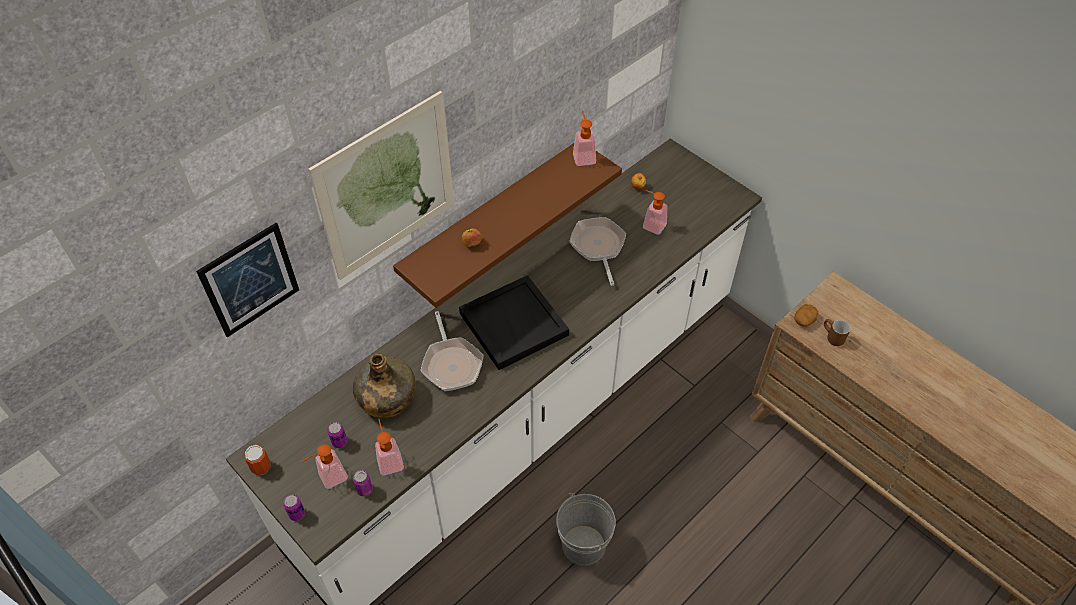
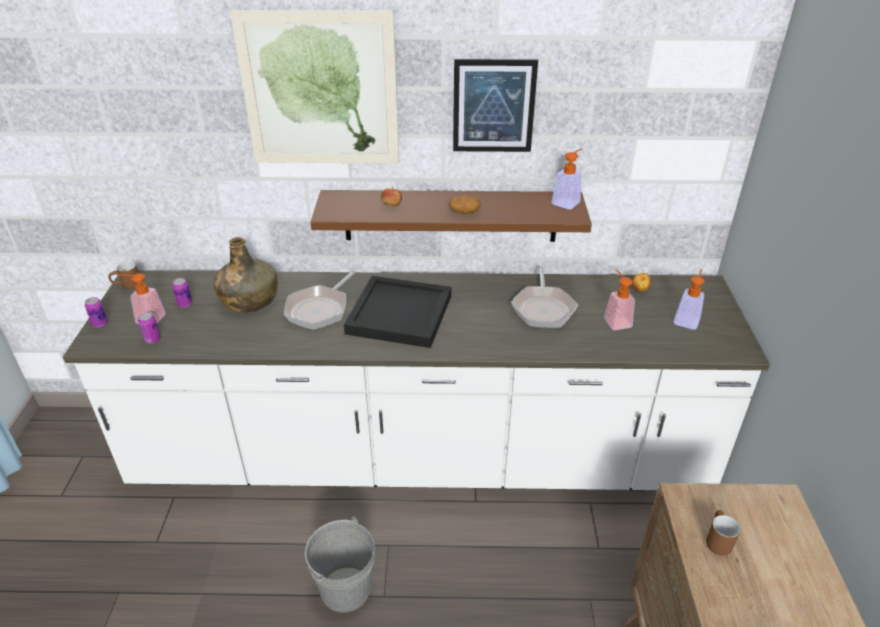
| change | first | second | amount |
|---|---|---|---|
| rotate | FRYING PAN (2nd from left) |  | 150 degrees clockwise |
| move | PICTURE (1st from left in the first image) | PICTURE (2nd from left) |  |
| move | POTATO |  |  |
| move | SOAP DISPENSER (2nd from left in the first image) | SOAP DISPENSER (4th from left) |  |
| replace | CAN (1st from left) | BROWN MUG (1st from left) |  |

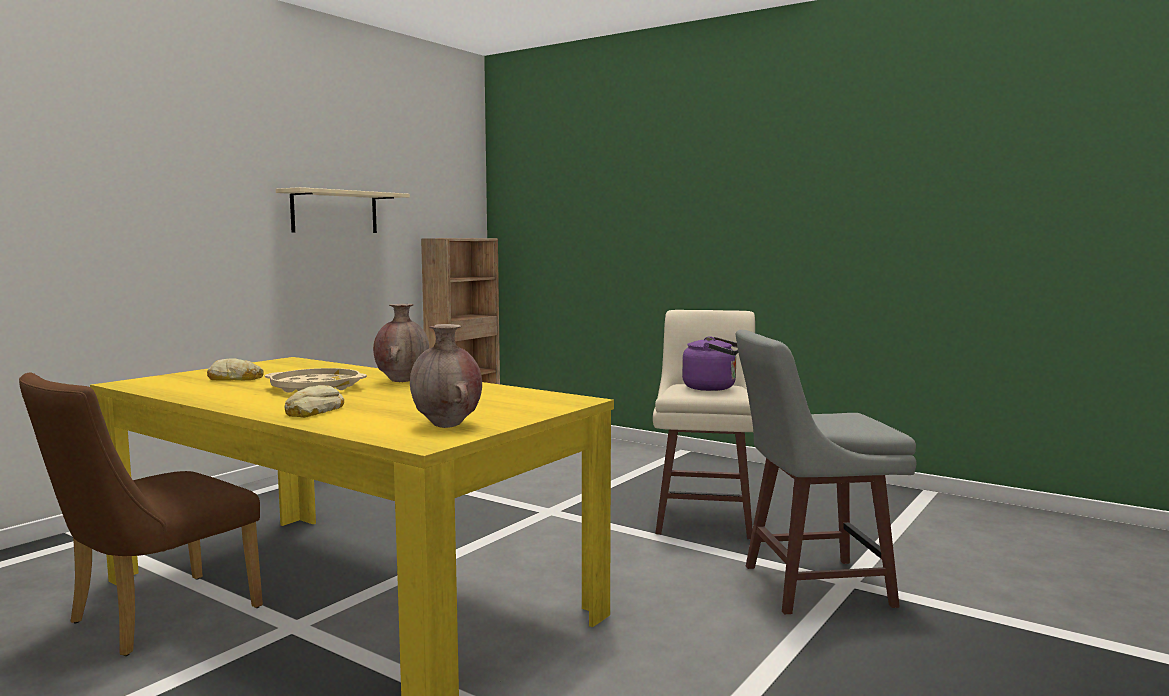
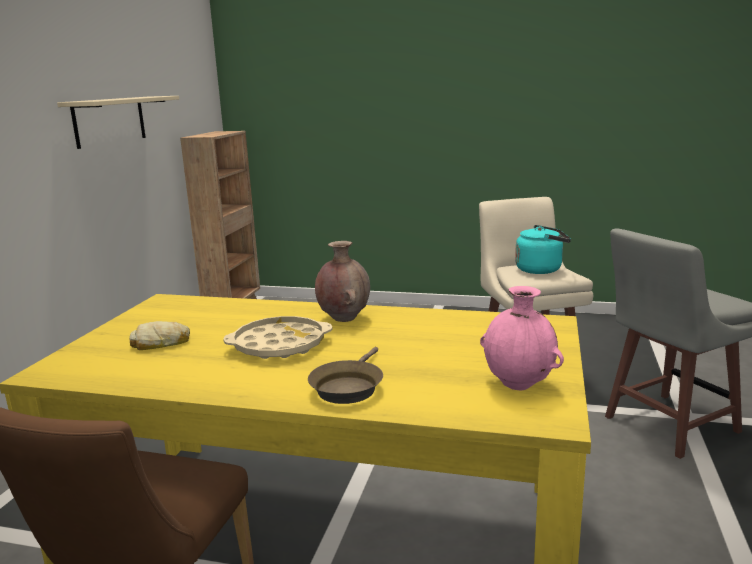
| change | first | second | amount |
|---|---|---|---|
| recolor | BROWN VASE (2nd from left) | PINK VASE |  |
| recolor | PURPLE KETTLE | TURQUOISE KETTLE |  |
| replace | BREAD (2nd from left) | BROWN FRYING PAN |  |

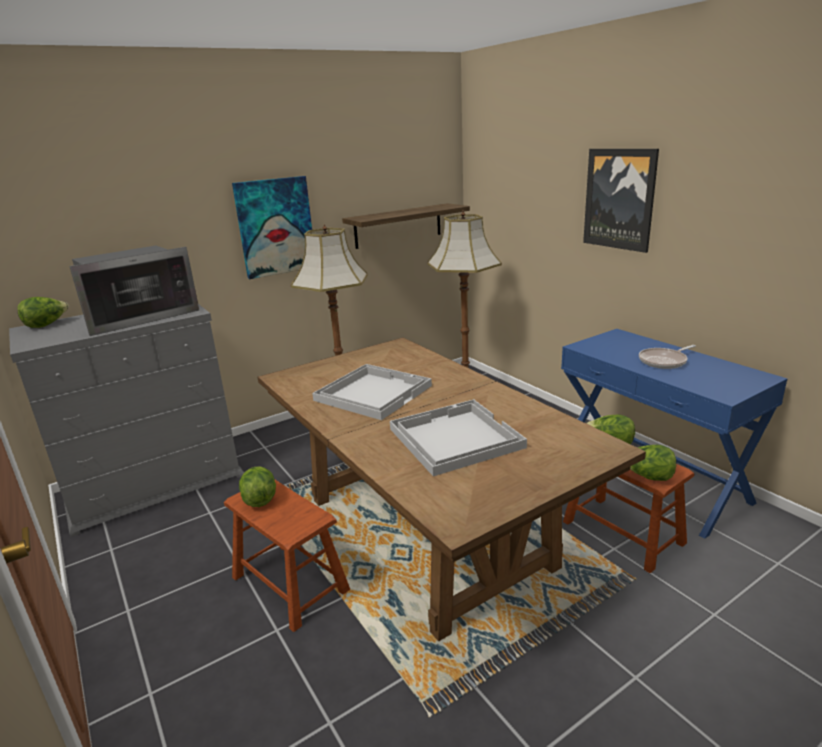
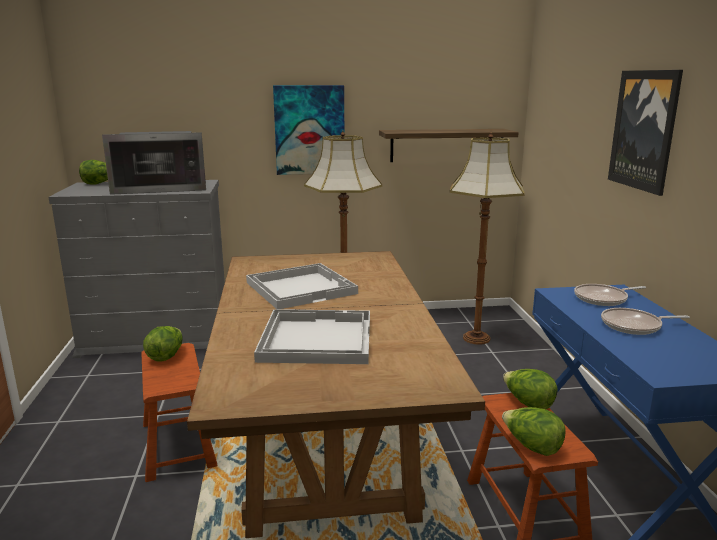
| change | first | second | amount |
|---|---|---|---|
| insert |  | FRYING PAN (1st from left) |  |

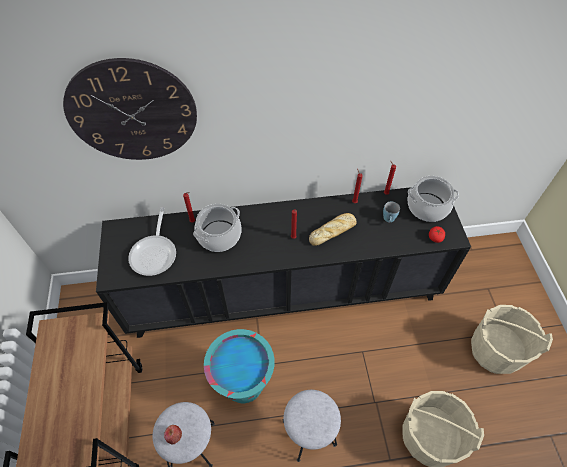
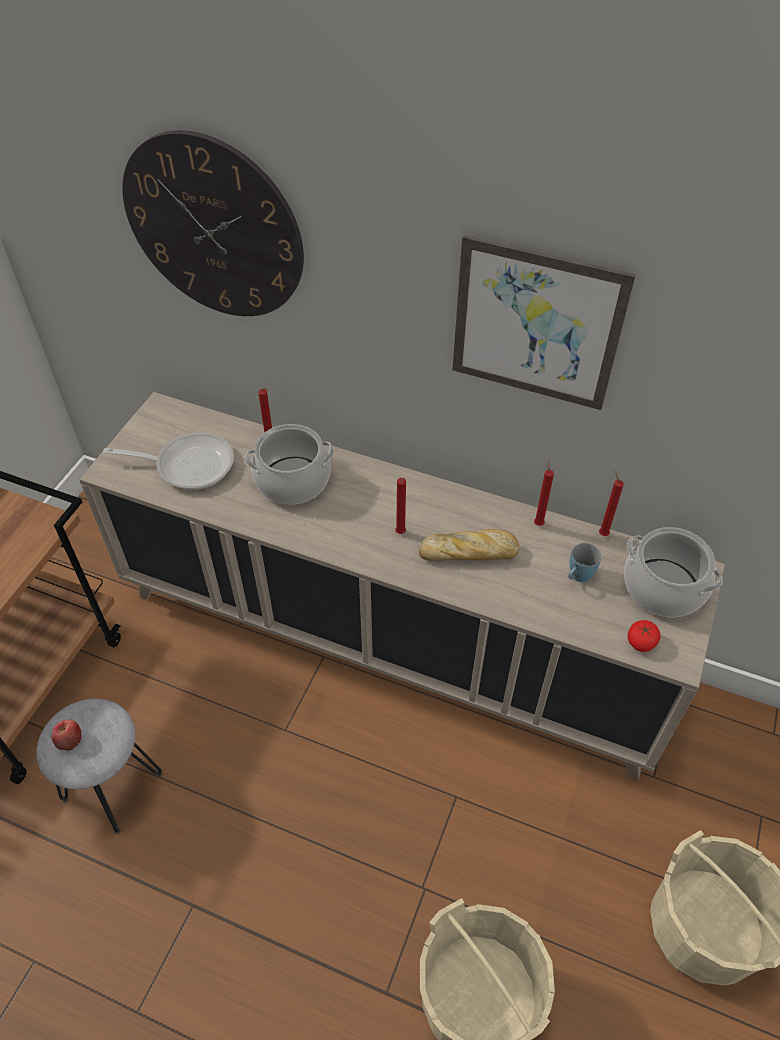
| change | first | second | amount |
|---|---|---|---|
| recolor | BLACK CABINET | BEIGE CABINET |  |
| rotate | FRYING PAN |  | 120 degrees counterclockwise |
| delete | TURQUOISE BUCKET |  |  |
| delete | GREY STOOL (2nd from left) |  |  |
| insert |  | PICTURE |  |

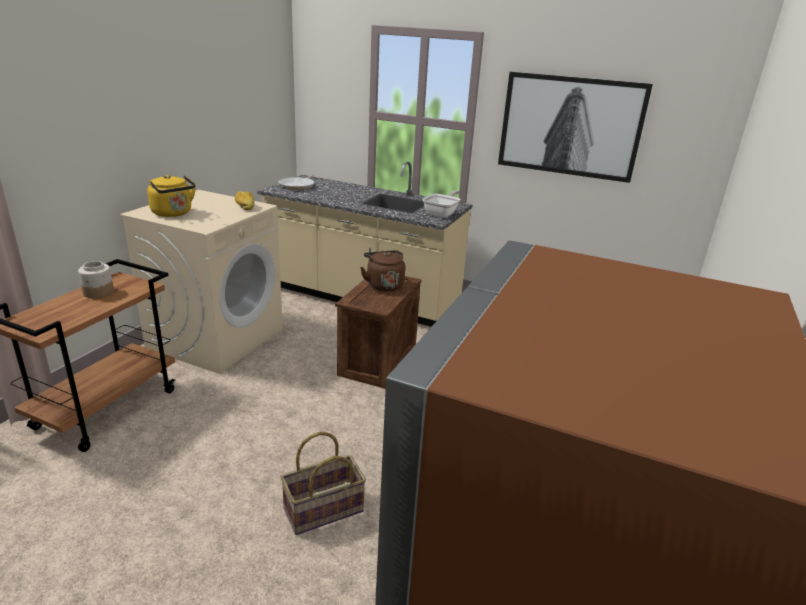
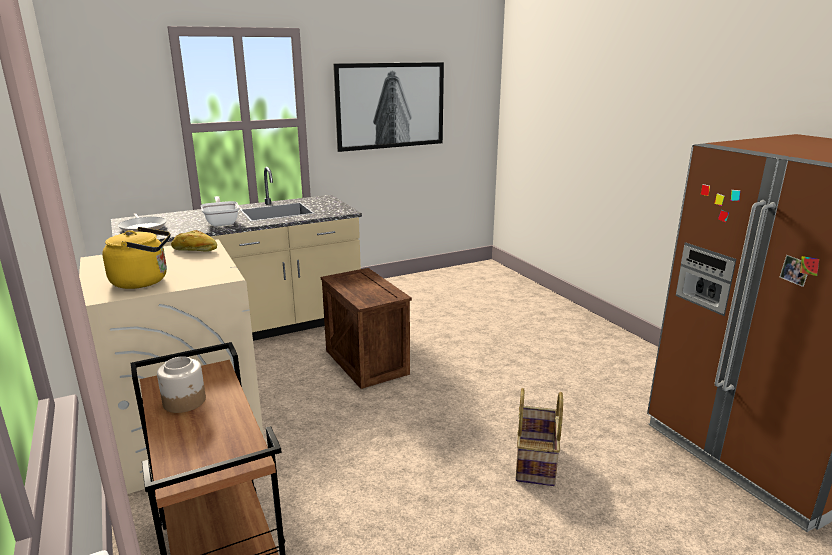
| change | first | second | amount |
|---|---|---|---|
| move | FRYING PAN (2nd from left) |  |  |
| delete | BROWN KETTLE |  |  |

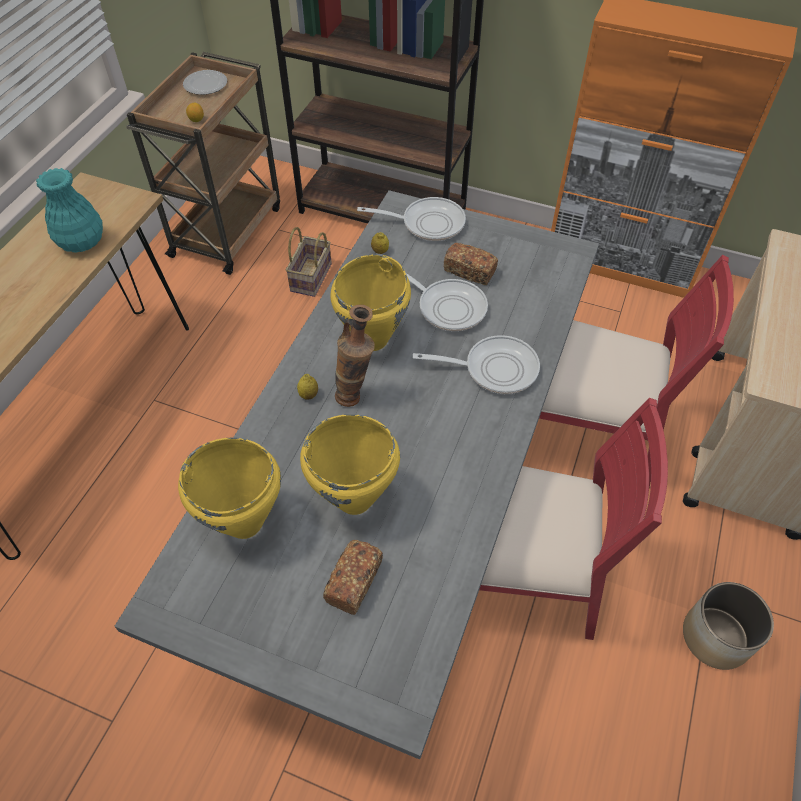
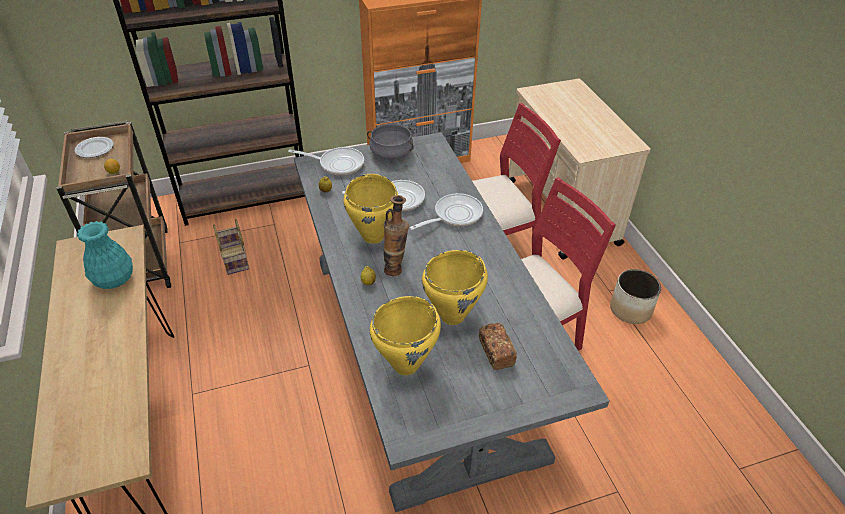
| change | first | second | amount |
|---|---|---|---|
| rotate | FRYING PAN (1st from left) |  | 45 degrees clockwise |
| delete | BREAD (2nd from left) |  |  |
| insert |  | GREY COOKING POT |  |

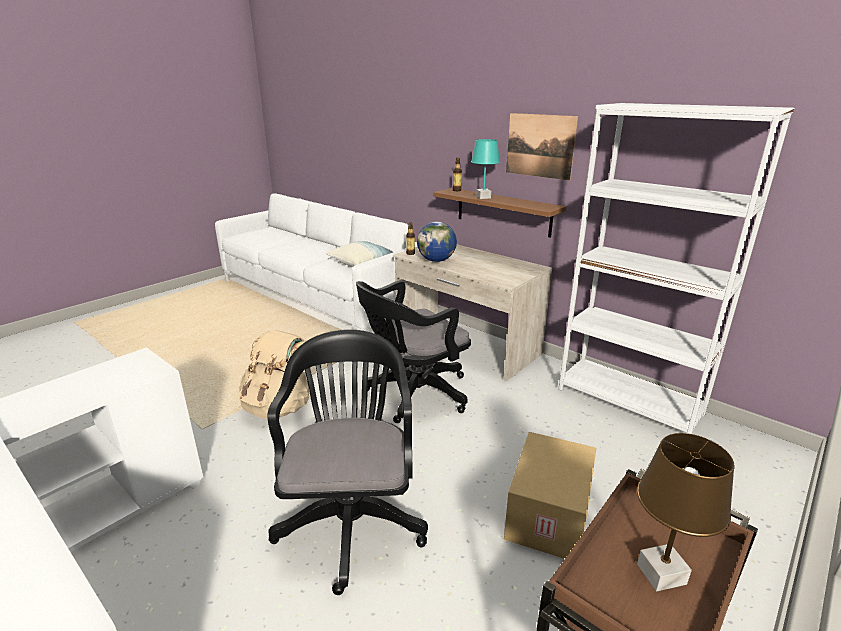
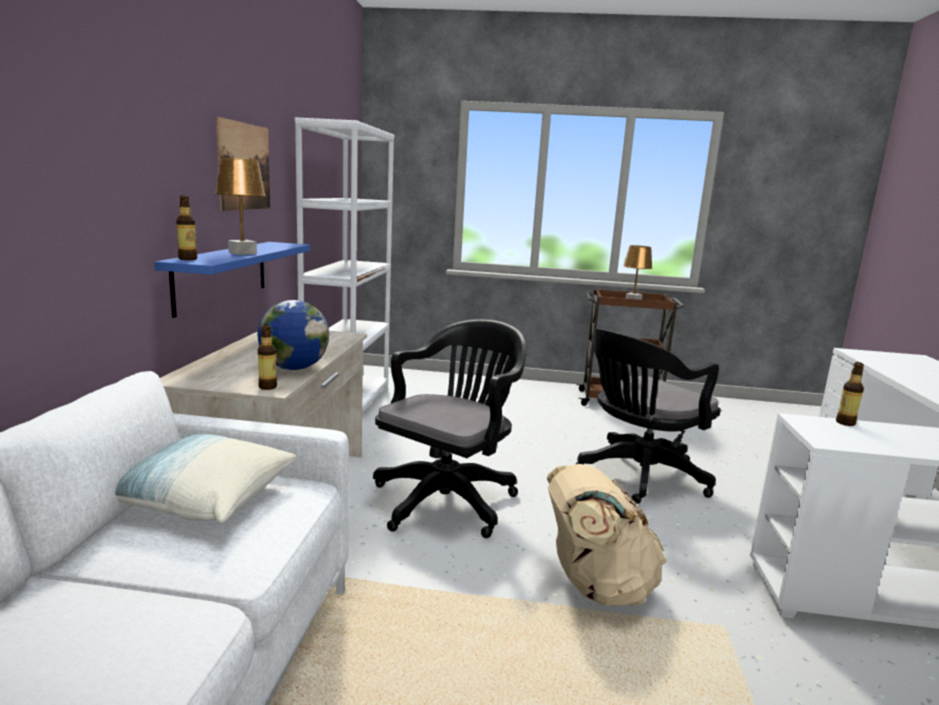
| change | first | second | amount |
|---|---|---|---|
| recolor | TURQUOISE TABLE LAMP | BROWN TABLE LAMP (1st from left) |  |
| recolor | BROWN SHELF | BLUE SHELF |  |
| rotate | BLACK OFFICE CHAIR (2nd from left in the first image) | BLACK OFFICE CHAIR (1st from left) | 75 degrees counterclockwise |
| delete | CARDBOARD BOX |  |  |
| insert |  | BOTTLE (3rd from left) |  |

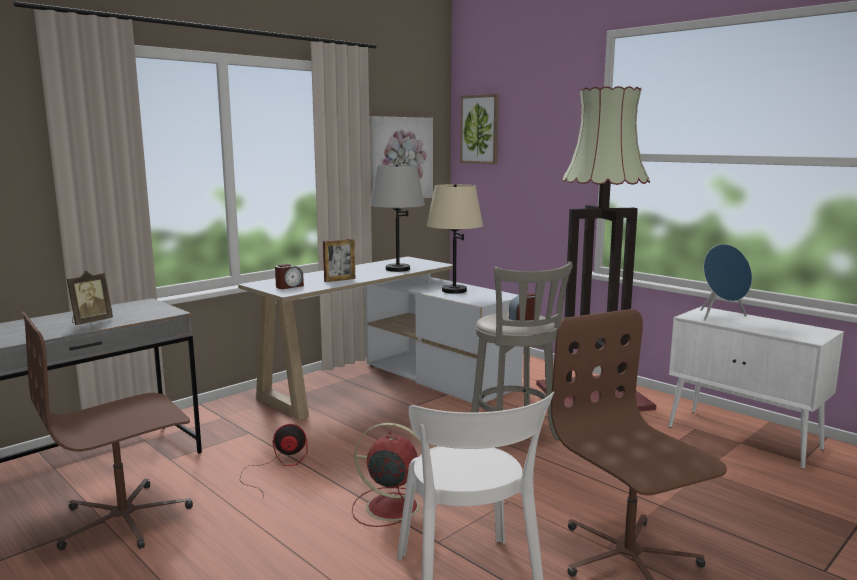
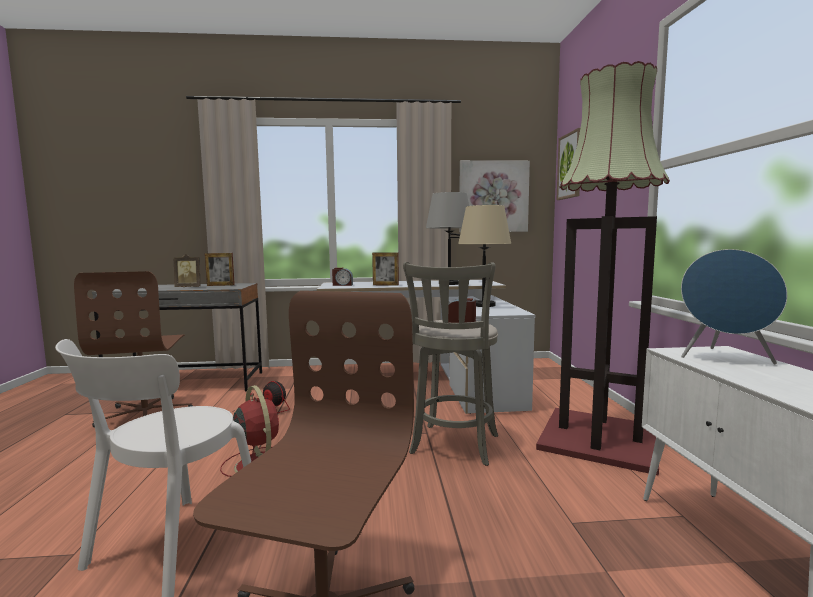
| change | first | second | amount |
|---|---|---|---|
| rotate | BROWN OFFICE CHAIR (1st from left) |  | 105 degrees counterclockwise |
| insert |  | PICTURE FRAME (2nd from left) |  |

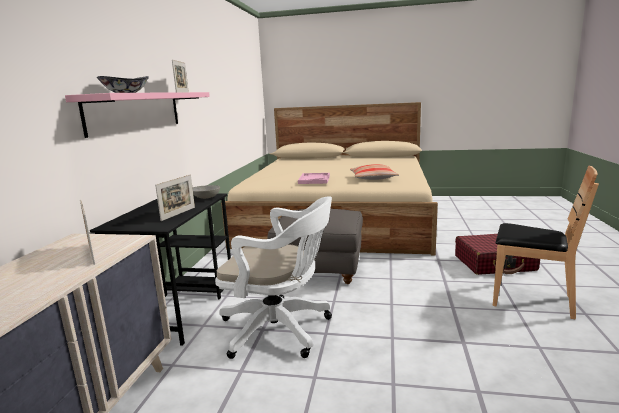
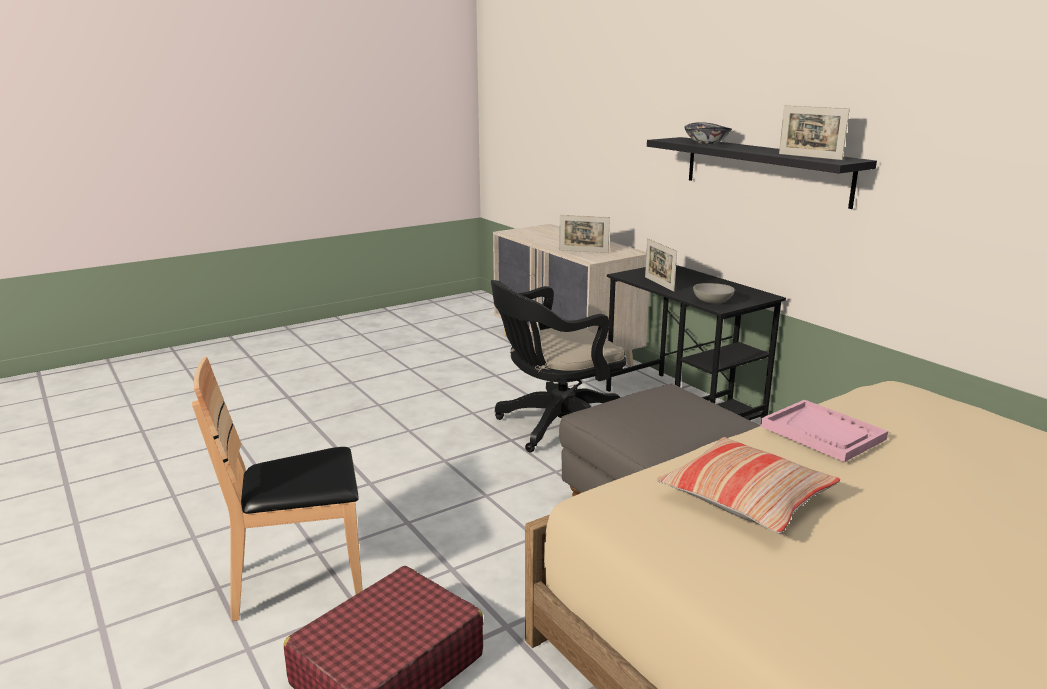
| change | first | second | amount |
|---|---|---|---|
| recolor | PINK SHELF | BLACK SHELF |  |
| recolor | WHITE OFFICE CHAIR | BLACK OFFICE CHAIR |  |

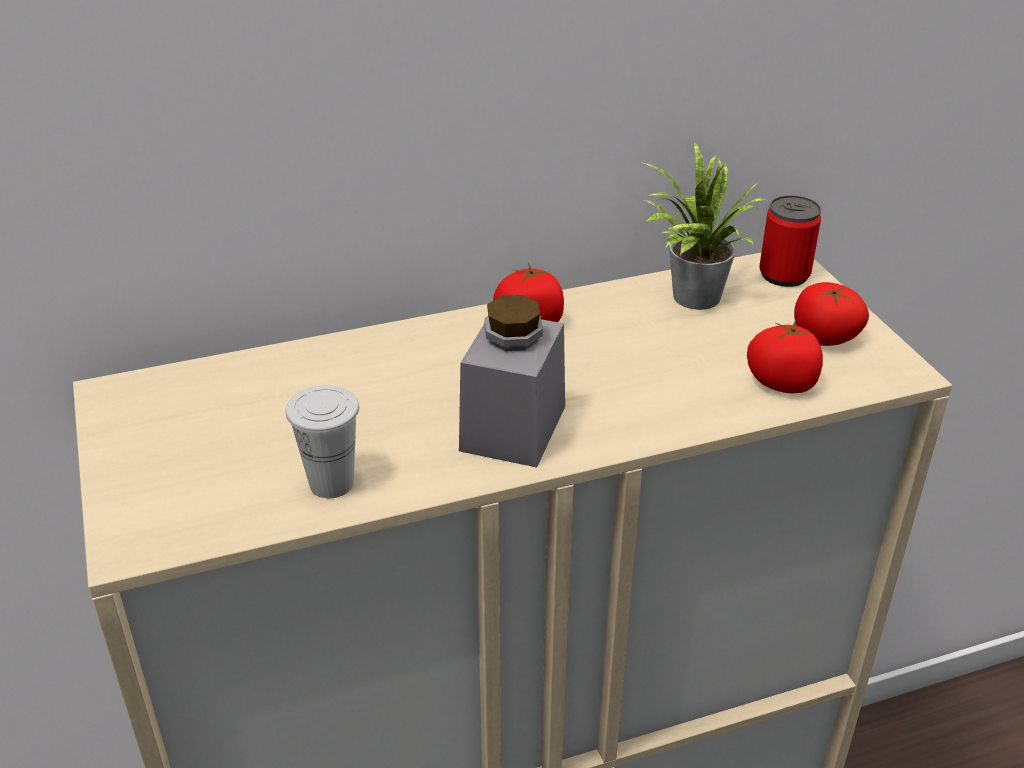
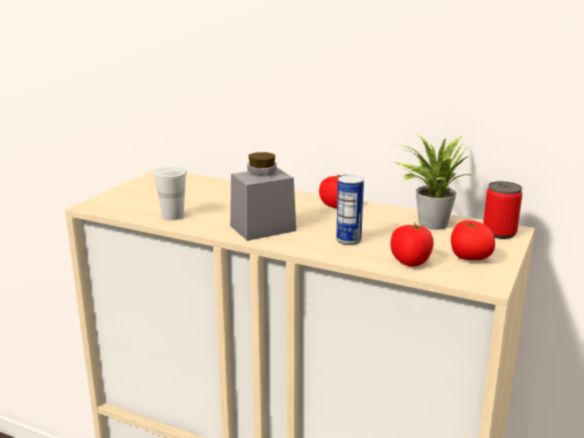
| change | first | second | amount |
|---|---|---|---|
| insert |  | CAN (1st from left) |  |

